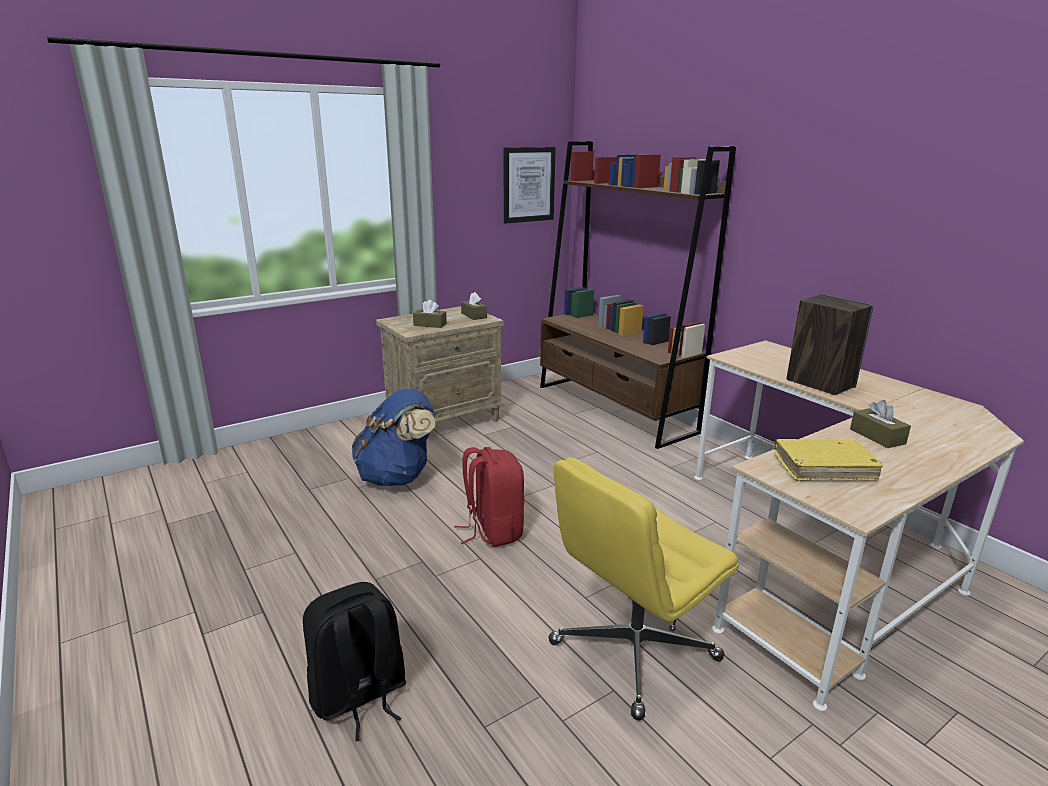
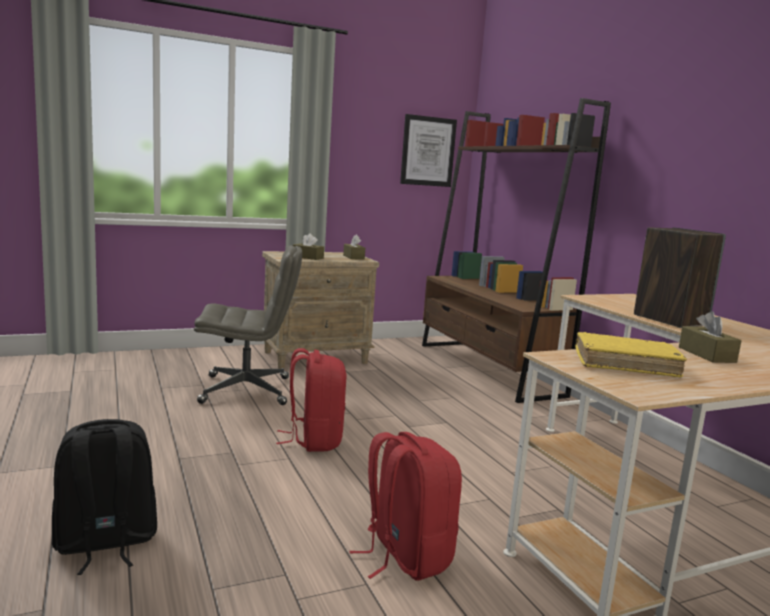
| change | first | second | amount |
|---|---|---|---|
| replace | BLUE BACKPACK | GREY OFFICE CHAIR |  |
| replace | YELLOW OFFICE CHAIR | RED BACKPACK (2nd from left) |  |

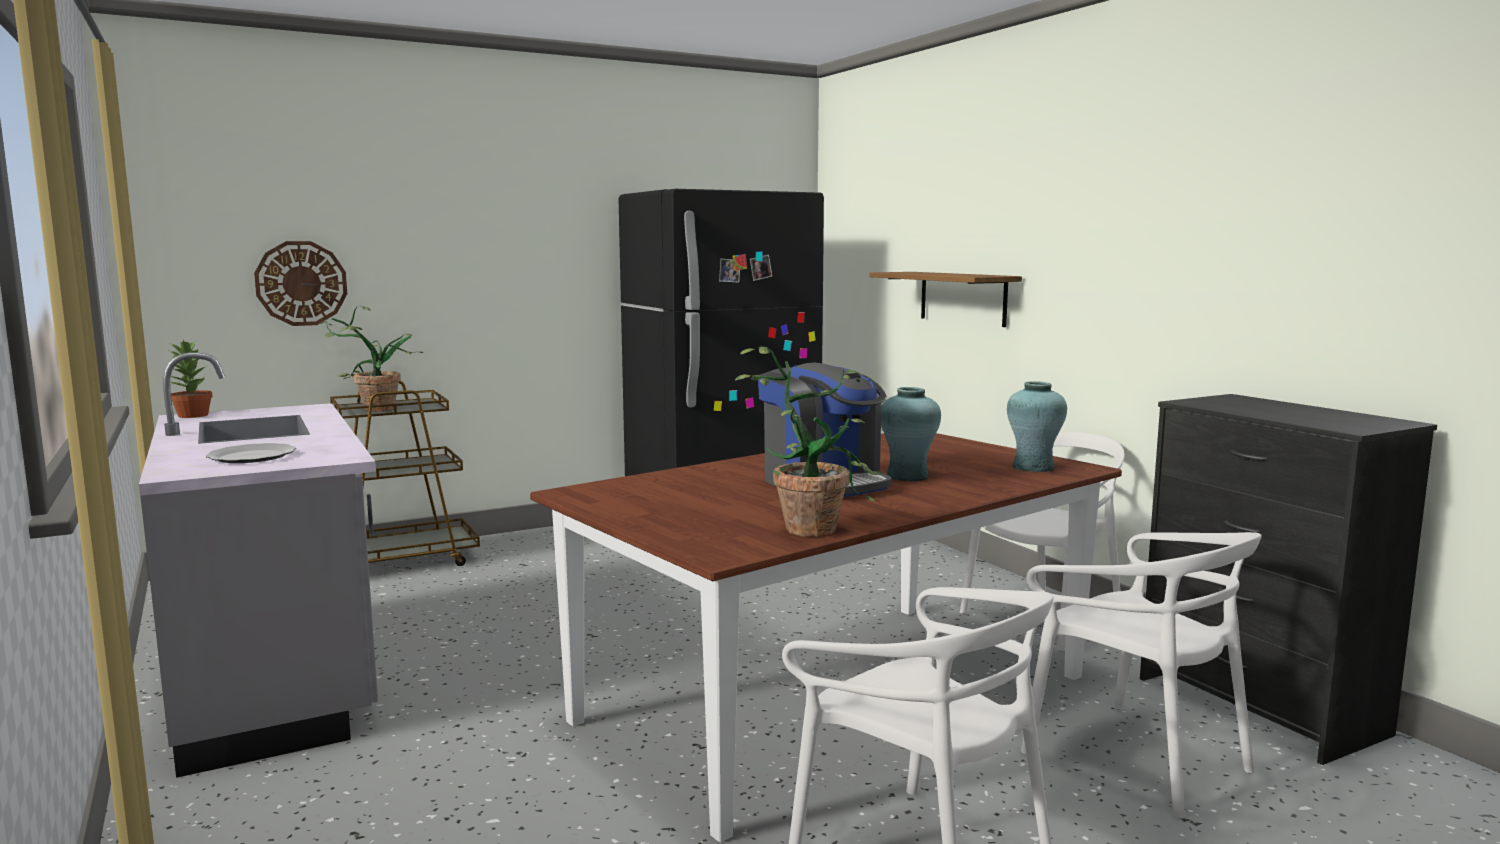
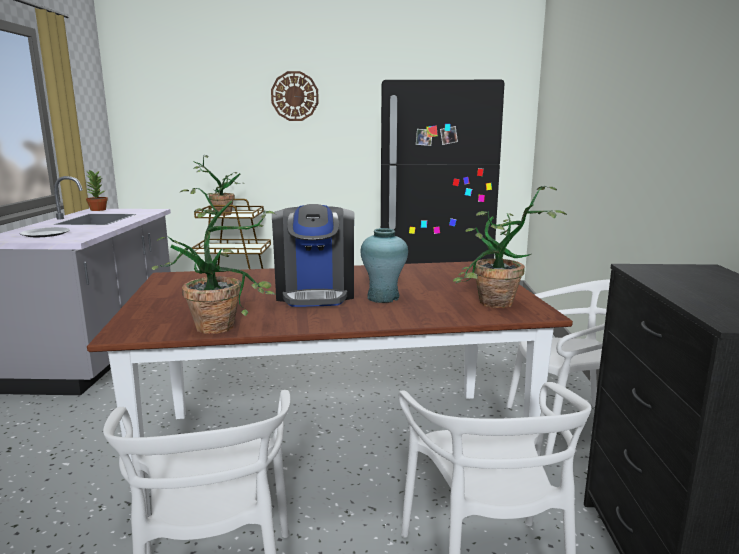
| change | first | second | amount |
|---|---|---|---|
| move | WALL CLOCK |  |  |
| delete | SHELF |  |  |
| replace | TURQUOISE VASE (2nd from left) | POTTED PLANT (4th from left) |  |

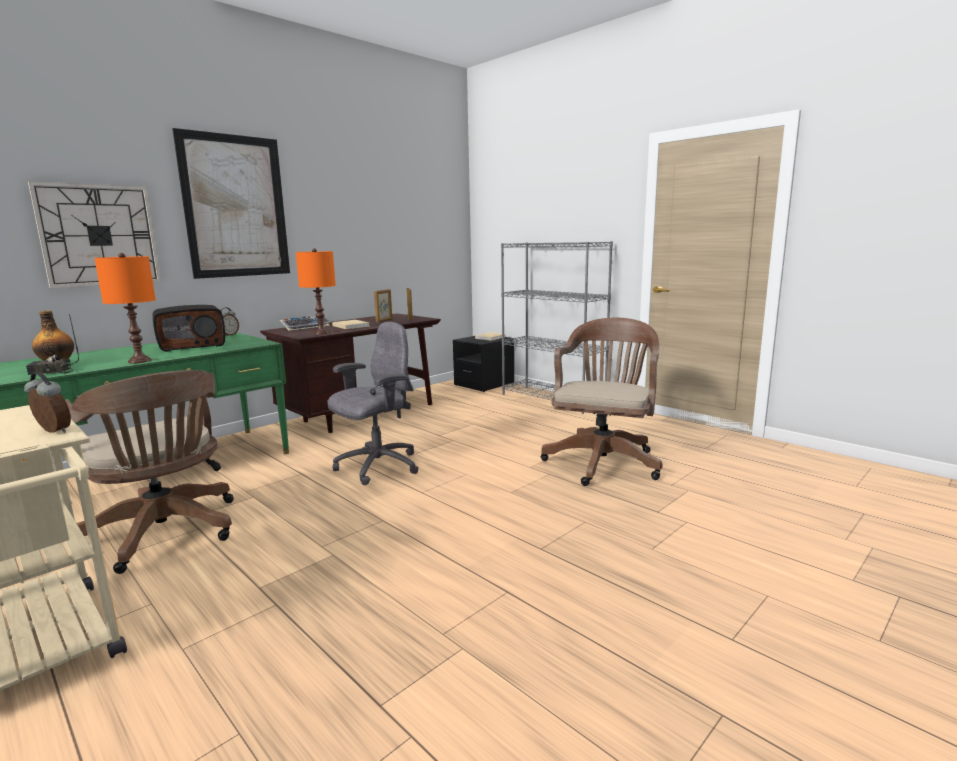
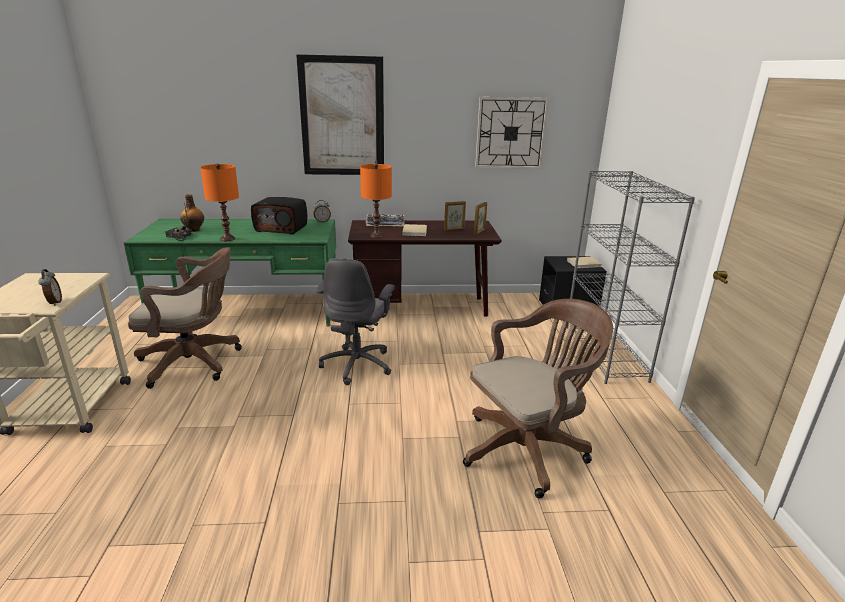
| change | first | second | amount |
|---|---|---|---|
| move | WALL CLOCK |  |  |
| rotate | GREY OFFICE CHAIR |  | 105 degrees clockwise |
| rotate | BROWN OFFICE CHAIR (1st from left) |  | 90 degrees counterclockwise |

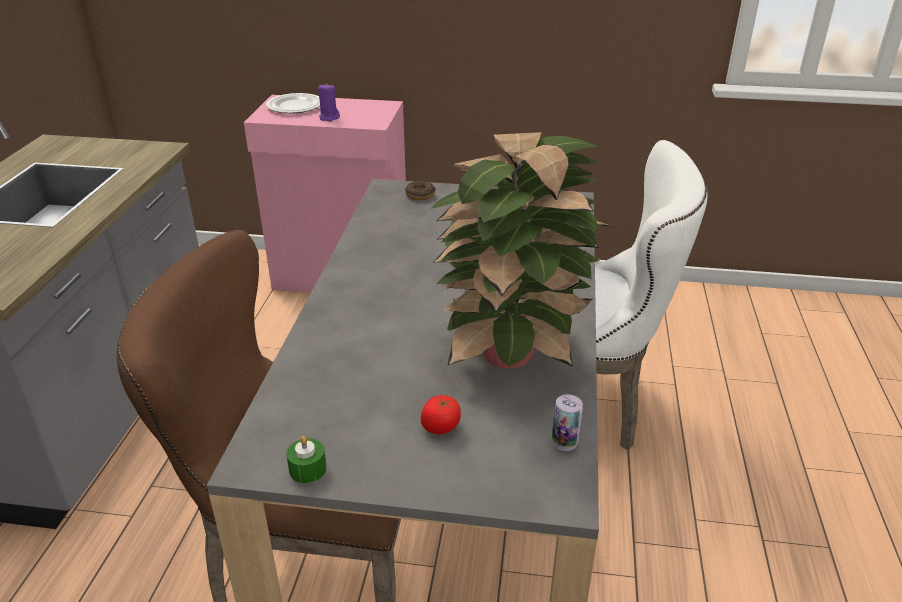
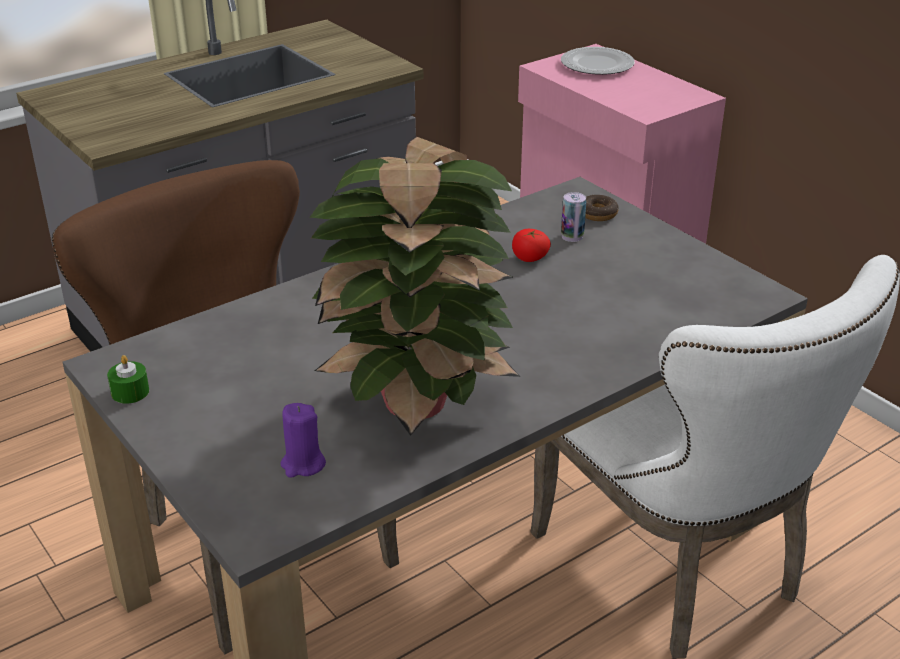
| change | first | second | amount |
|---|---|---|---|
| move | PURPLE CANDLE |  |  |
| move | CAN |  |  |
| move | TOMATO |  |  |

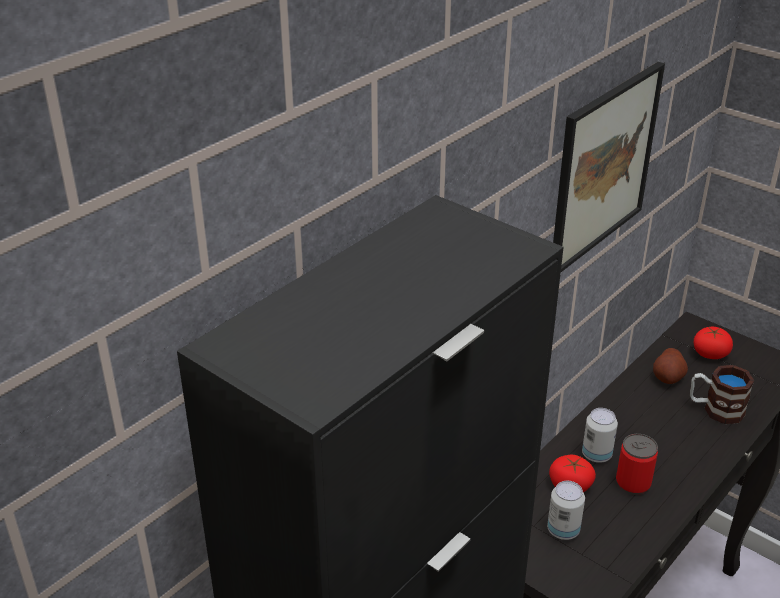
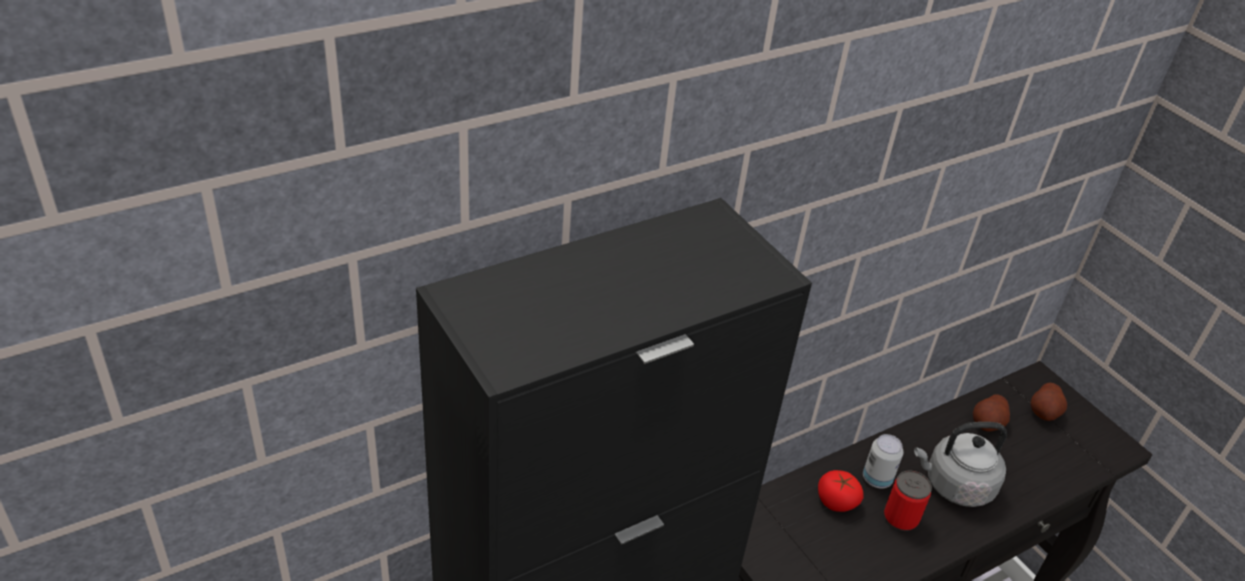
| change | first | second | amount |
|---|---|---|---|
| delete | PICTURE |  |  |
| replace | TOMATO (2nd from left) | POTATO (2nd from left) |  |
| delete | MUG |  |  |
| delete | CAN (1st from left) |  |  |
| insert |  | GREY KETTLE |  |

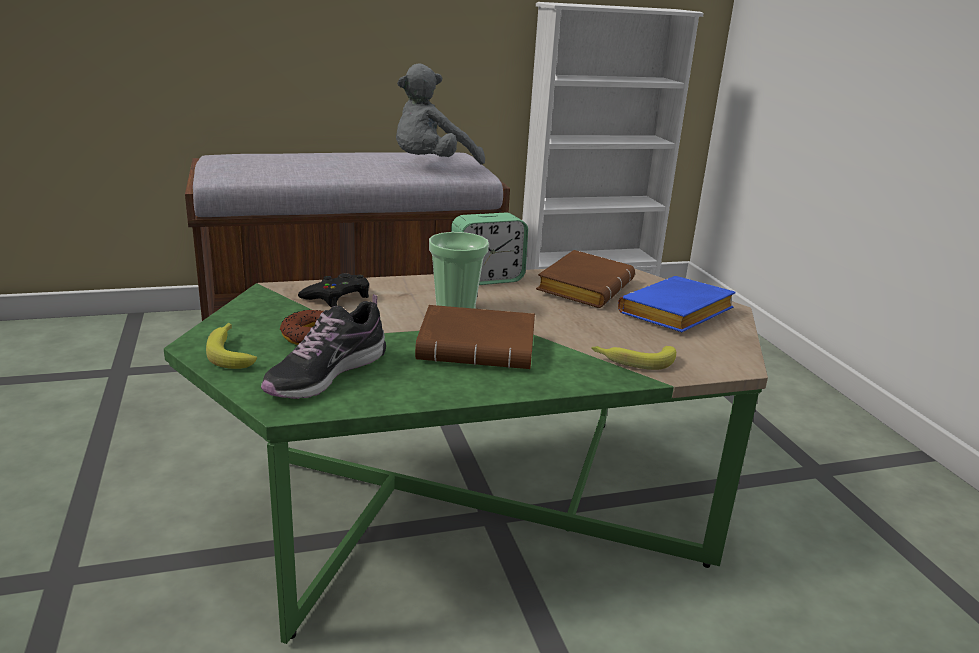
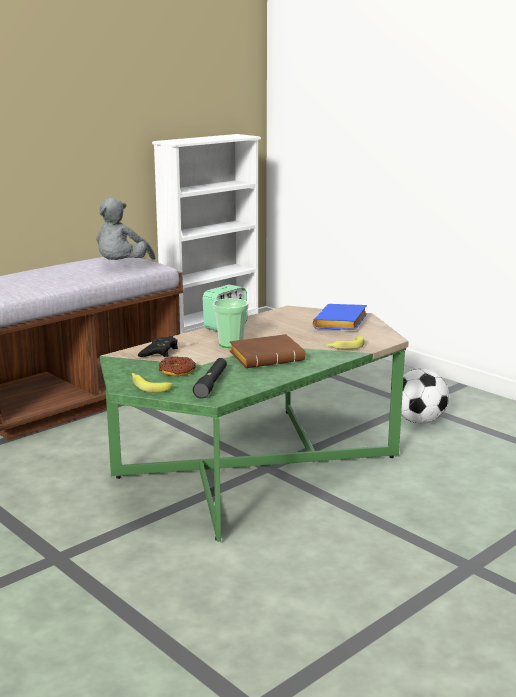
| change | first | second | amount |
|---|---|---|---|
| delete | BROWN BOOK (2nd from left) |  |  |
| replace | SHOE | BLACK FLASHLIGHT |  |
| insert |  | FOOTBALL |  |

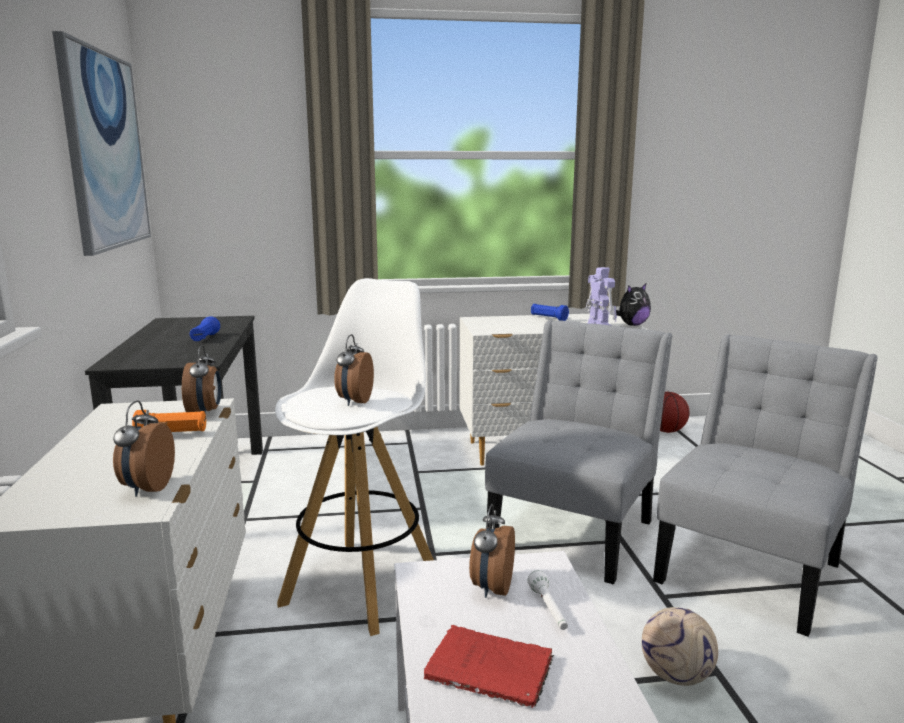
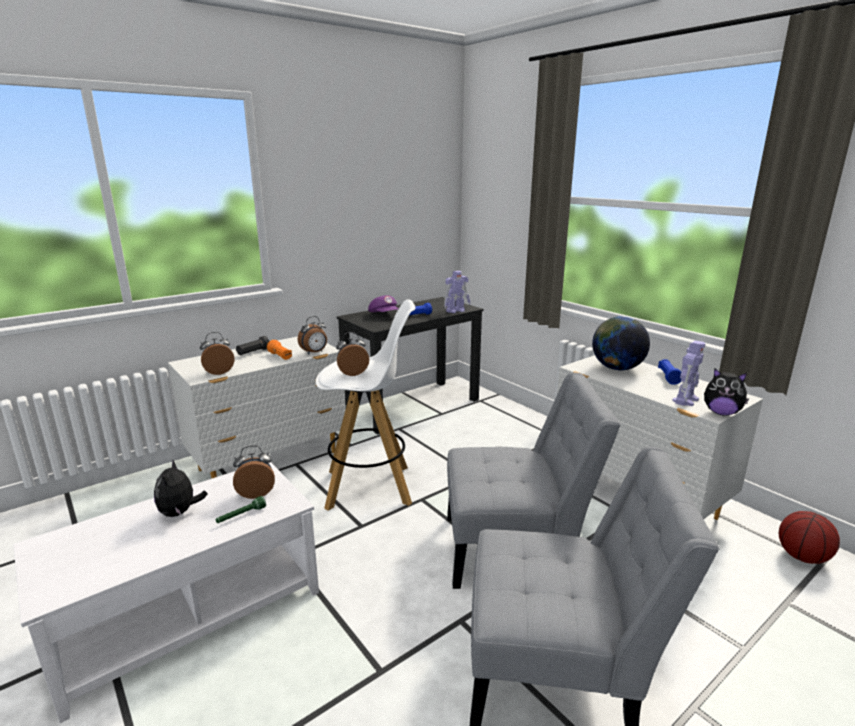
| change | first | second | amount |
|---|---|---|---|
| delete | PICTURE |  |  |
| recolor | WHITE FLASHLIGHT | GREEN FLASHLIGHT |  |
| delete | FOOTBALL |  |  |
| replace | RED BOOK | PLUSH TOY (1st from left) |  |
| insert |  | TOY ROBOT (1st from left) |  |
| insert |  | PURPLE CAP |  |
| insert |  | GLOBE |  |
| insert |  | BLACK FLASHLIGHT |  |

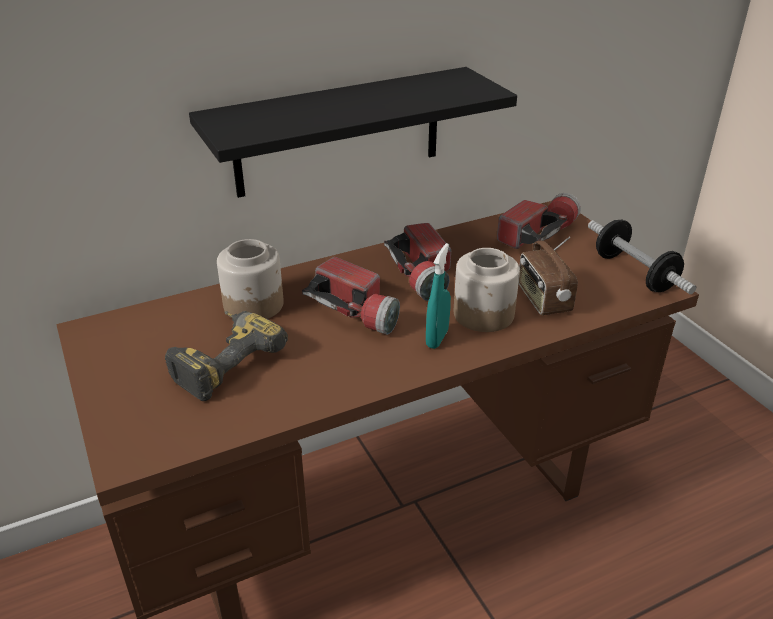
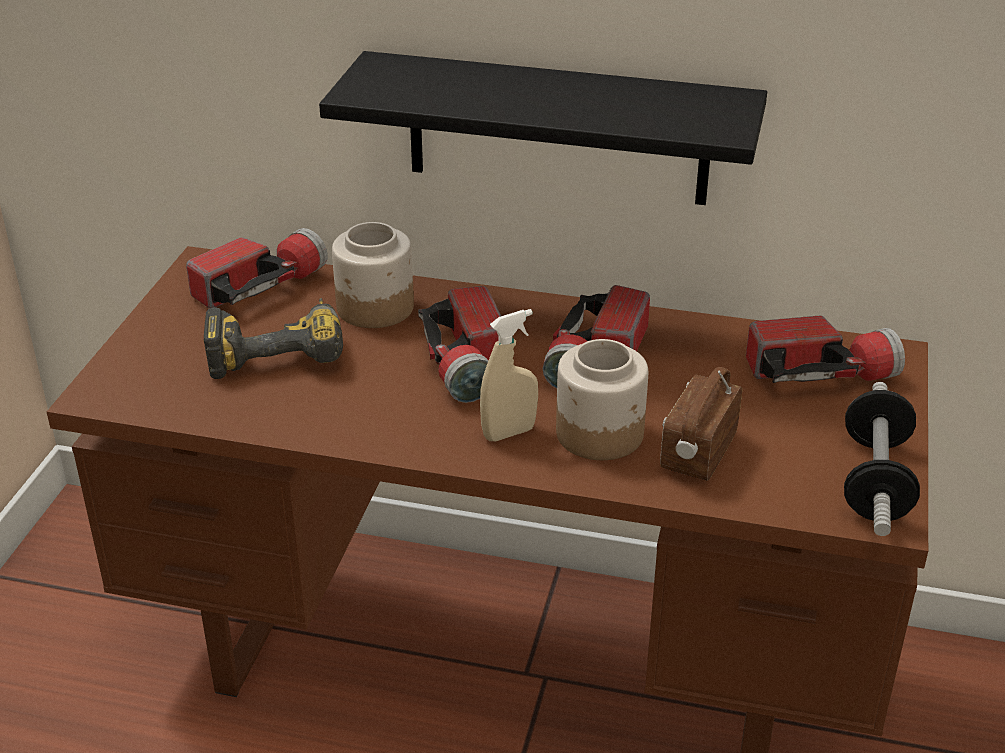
| change | first | second | amount |
|---|---|---|---|
| recolor | TURQUOISE SPRAY BOTTLE | BEIGE SPRAY BOTTLE |  |
| insert |  | FLASHLIGHT (1st from left) |  |

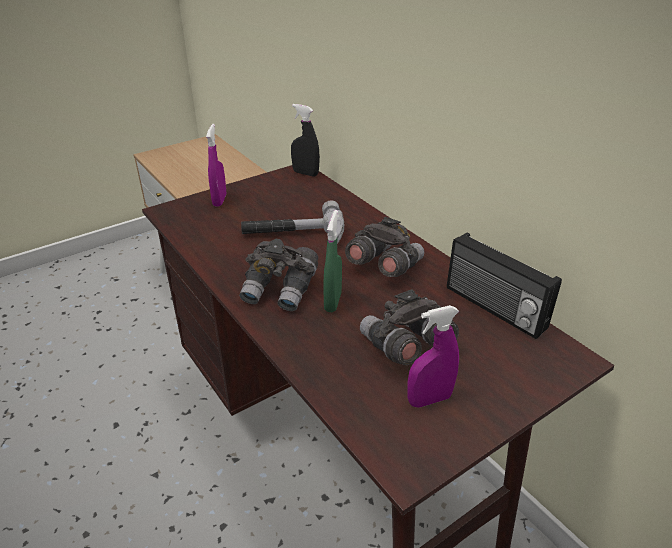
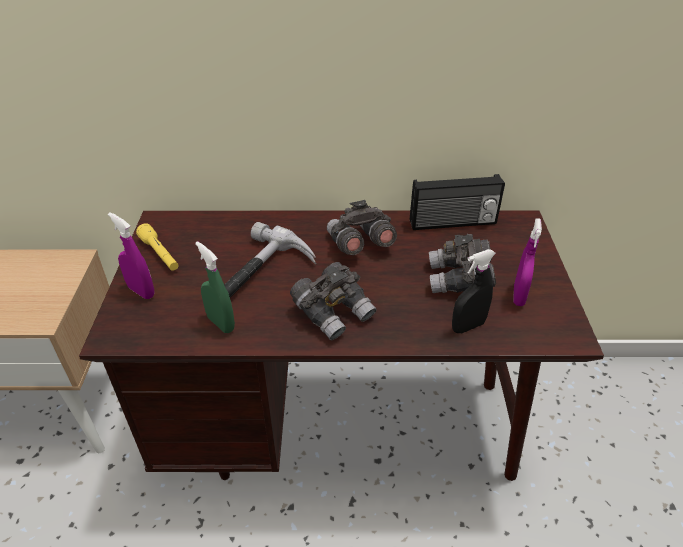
| change | first | second | amount |
|---|---|---|---|
| move | BLACK SPRAY BOTTLE |  |  |
| move | GREEN SPRAY BOTTLE |  |  |
| insert |  | YELLOW FLASHLIGHT |  |

